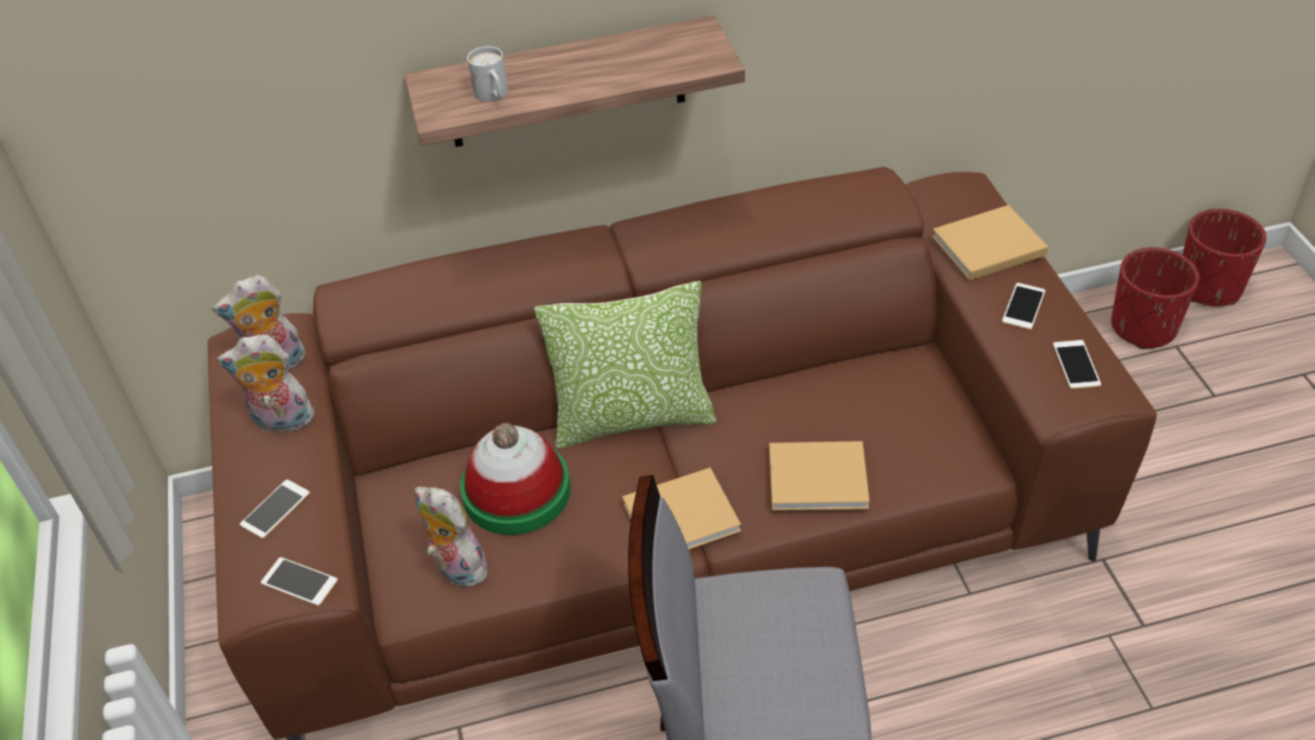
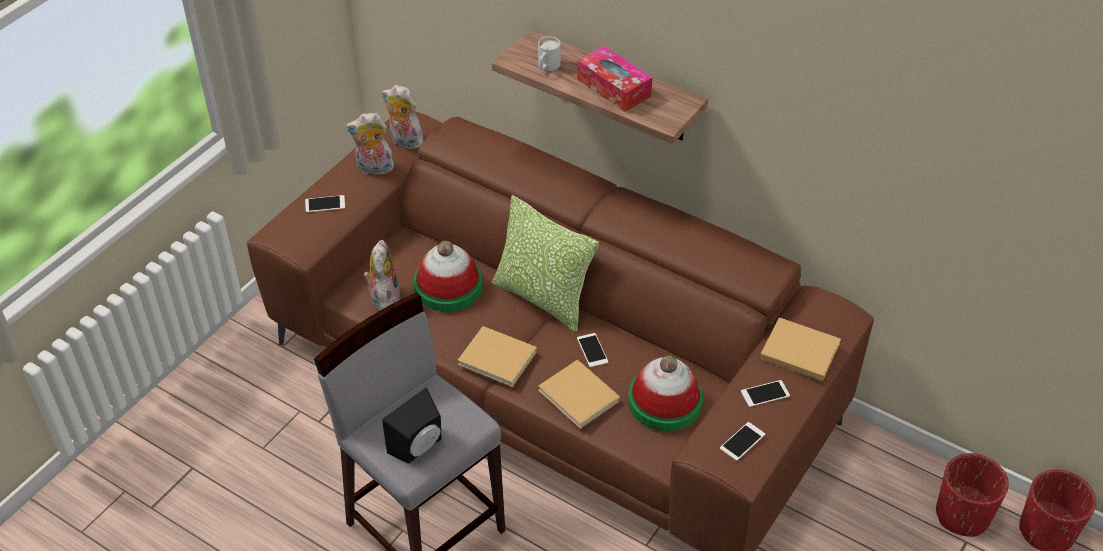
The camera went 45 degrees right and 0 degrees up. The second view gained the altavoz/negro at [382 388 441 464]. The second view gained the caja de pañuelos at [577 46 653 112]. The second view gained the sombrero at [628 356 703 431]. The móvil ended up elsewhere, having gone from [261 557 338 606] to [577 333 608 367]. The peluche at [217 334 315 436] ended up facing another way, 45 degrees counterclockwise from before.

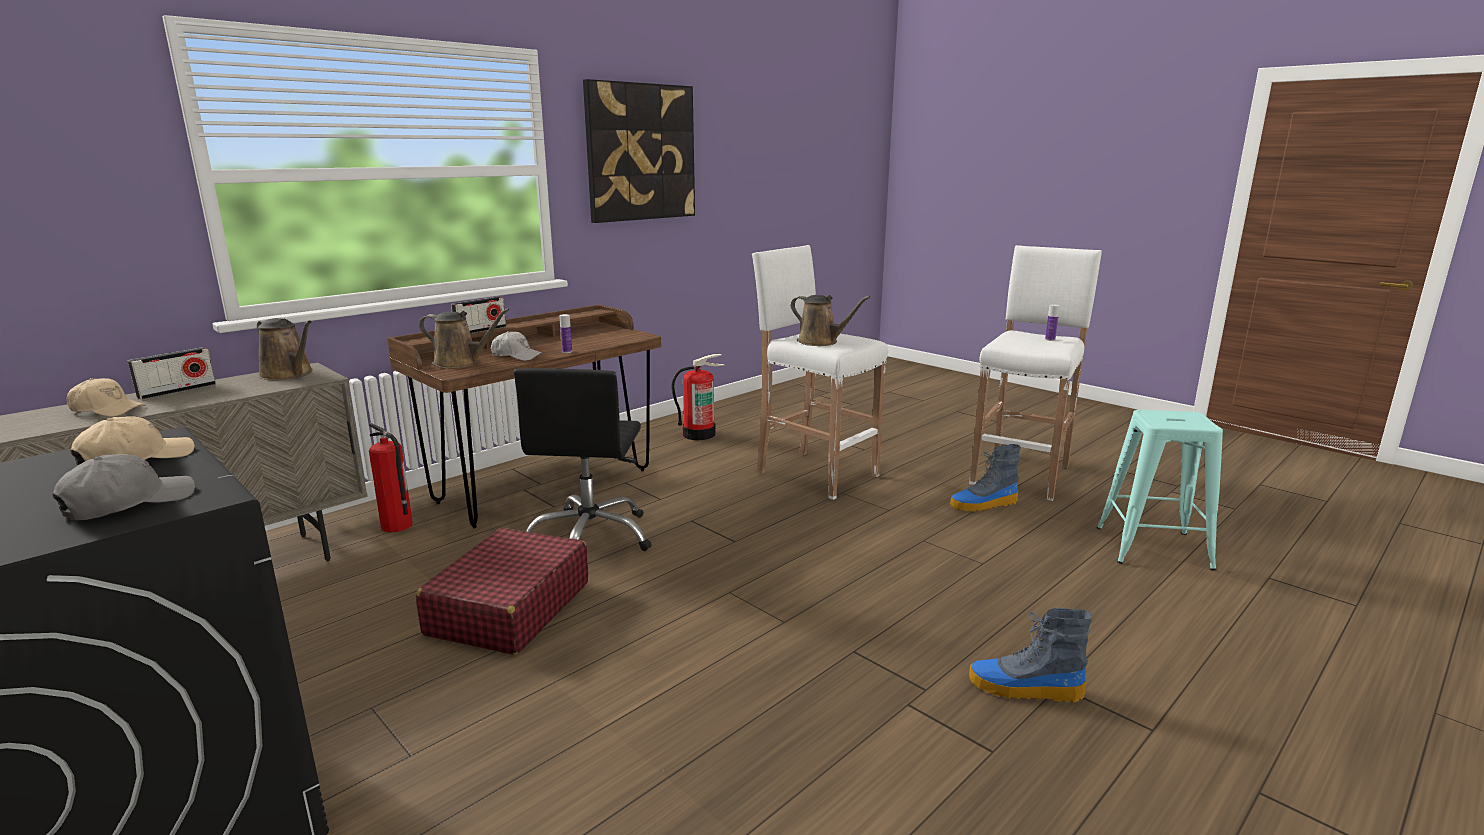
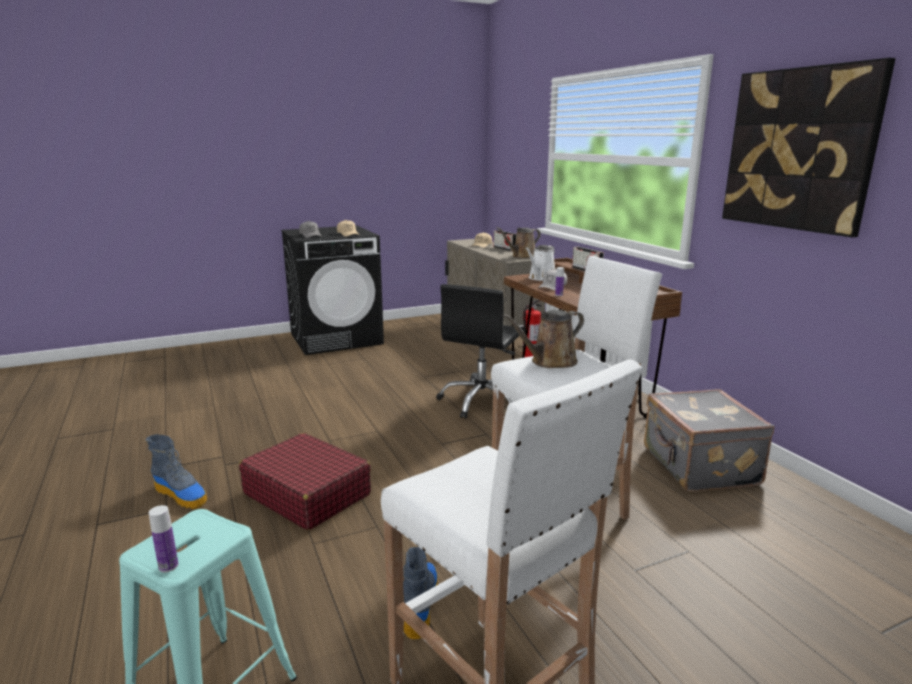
The camera went 110 degrees right and 0 degrees up. The maleta/rojo ended up elsewhere, having gone from [416 528 588 655] to [239 433 371 530]. The botella ended up elsewhere, having gone from [1045 304 1059 341] to [149 505 178 573]. Where the extintor stood at [672 354 725 440], the maleta/gris came to stand at [644 389 774 492]. What was the regadera/marrón at [419 308 510 369] turned into the regadera/blanco at [525 245 555 281]. The silla de oficina/negro at [514 368 652 551] ended up facing another way, 90 degrees counterclockwise from before. The bota at [969 608 1093 702] ended up facing another way, 90 degrees clockwise from before.

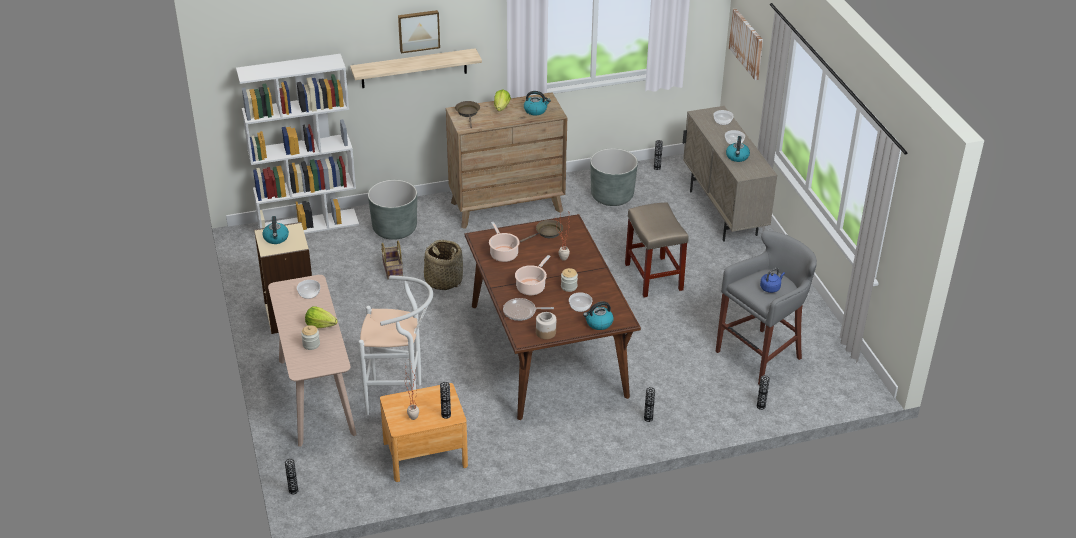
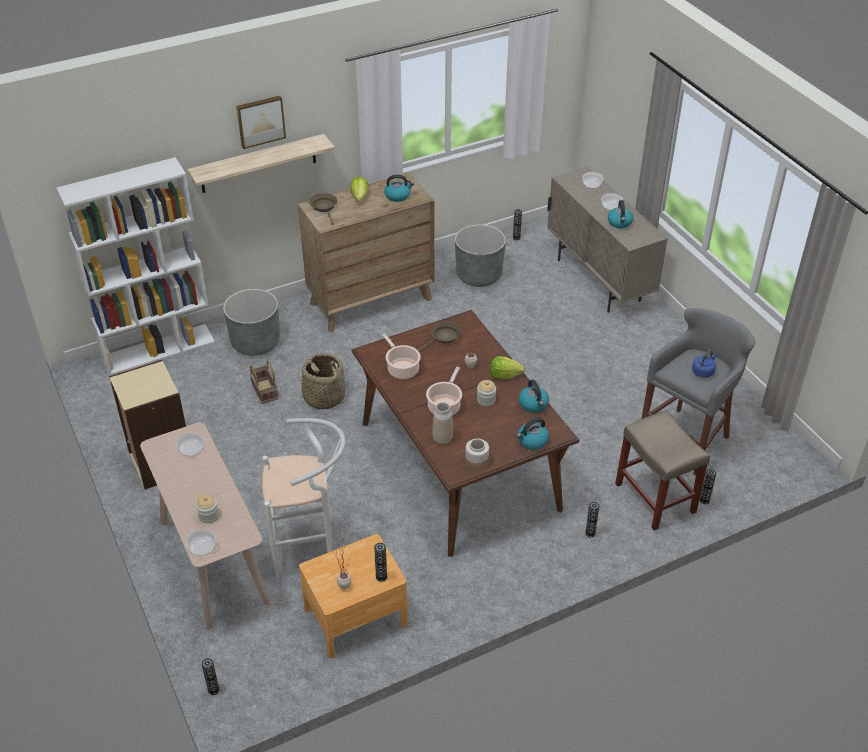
The camera went 10 degrees left and 5 degrees up. The second view lost the cuadro at [729 9 763 80]. The hervidor ended up elsewhere, having gone from [262 216 289 244] to [519 380 549 413]. The lechuga ended up elsewhere, having gone from [305 306 338 328] to [490 356 525 379]. The cuenco ended up elsewhere, having gone from [569 292 593 312] to [186 529 216 556]. The taburete/beis ended up elsewhere, having gone from [625 202 689 297] to [615 410 710 531]. Where the sartén stood at [503 298 554 321], the florero came to stand at [432 402 453 445].

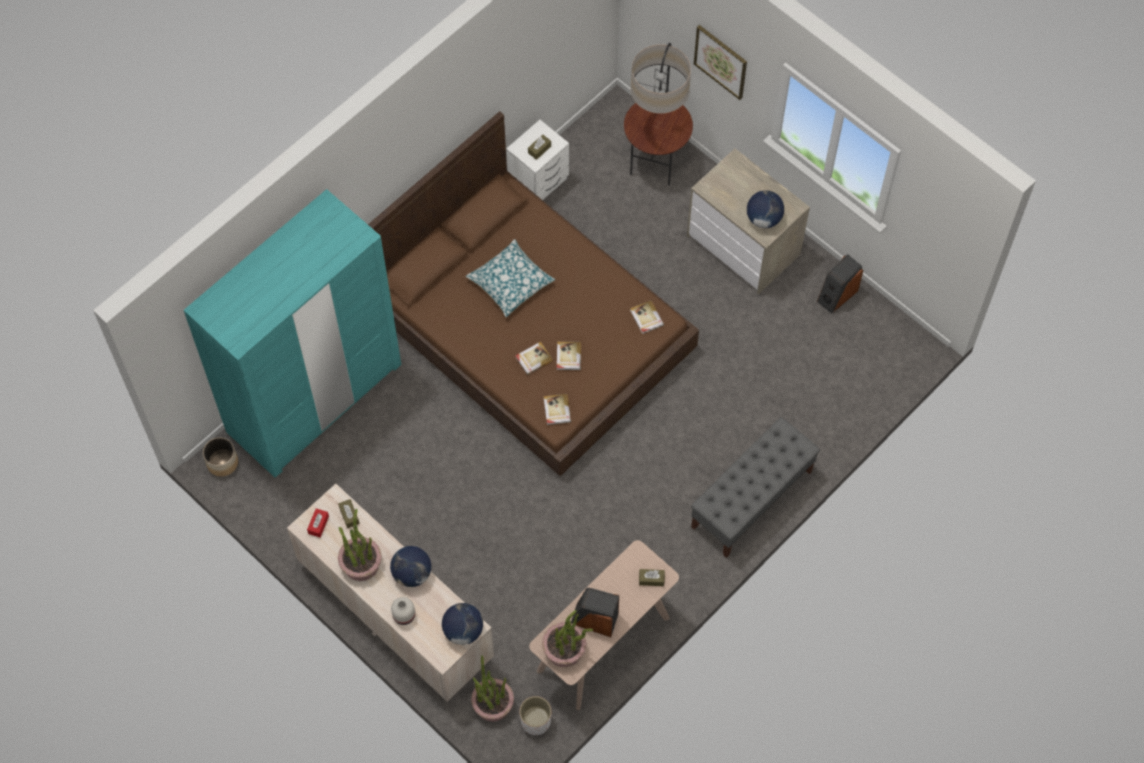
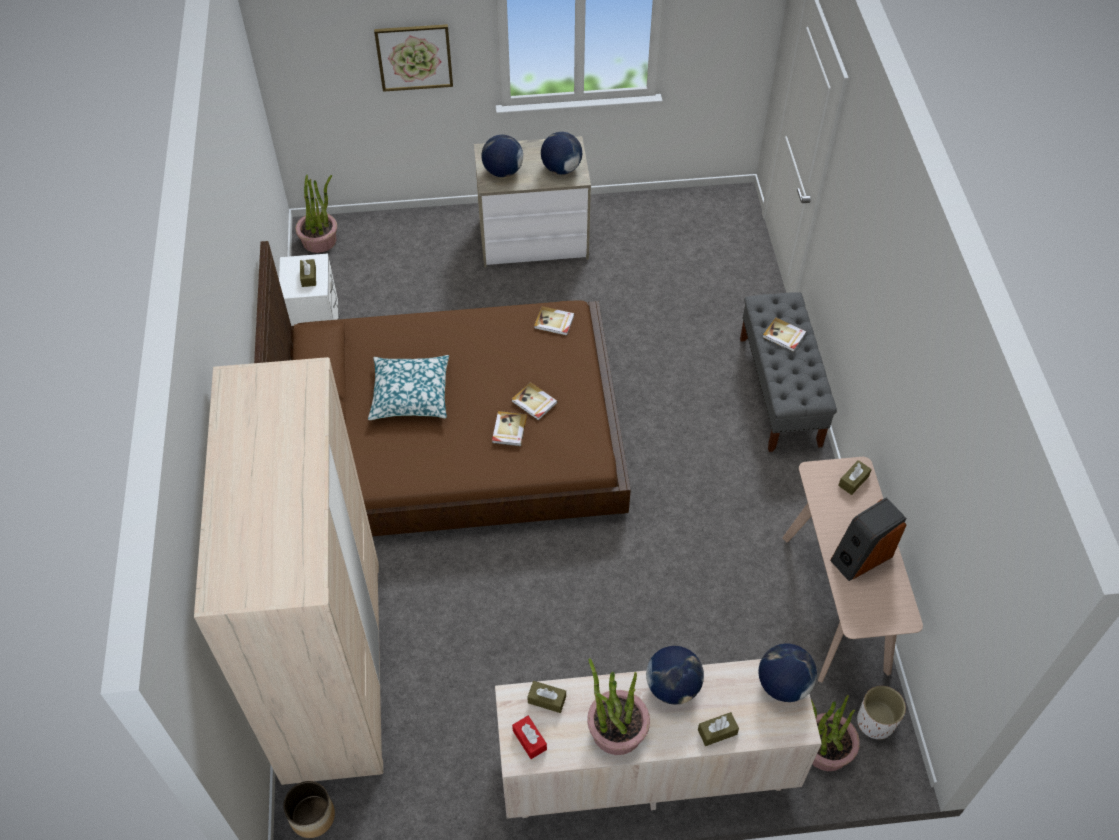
The camera went 50 degrees left and 10 degrees down. The second view lost the lámpara de pie at [624 43 693 185]. The second view lost the altavoz at [817 254 863 314]. The second view gained the globo terráqueo at [481 135 523 177]. The planta en maceta ended up elsewhere, having gone from [542 610 593 667] to [295 175 337 253]. The libro ended up elsewhere, having gone from [543 394 571 425] to [763 317 807 352]. Where the florero/blanco stood at [391 597 415 625], the caja de pañuelos/marrón came to stand at [698 712 739 746]. What was the armario ropero/turquesa at [184 189 401 477] turned into the armario ropero/beis at [194 357 383 785].

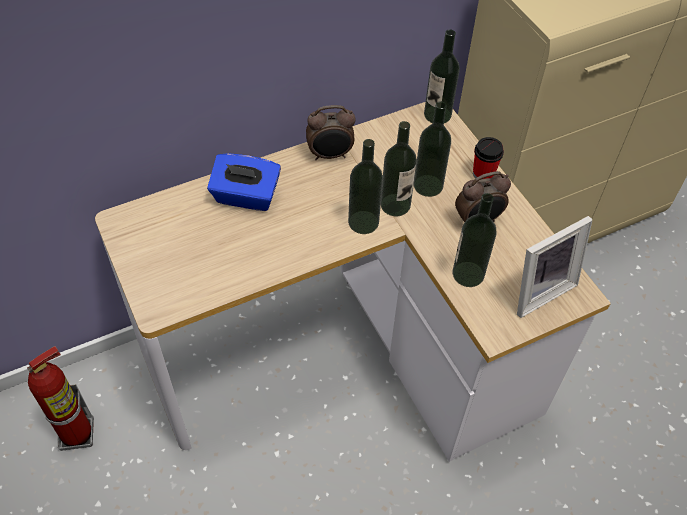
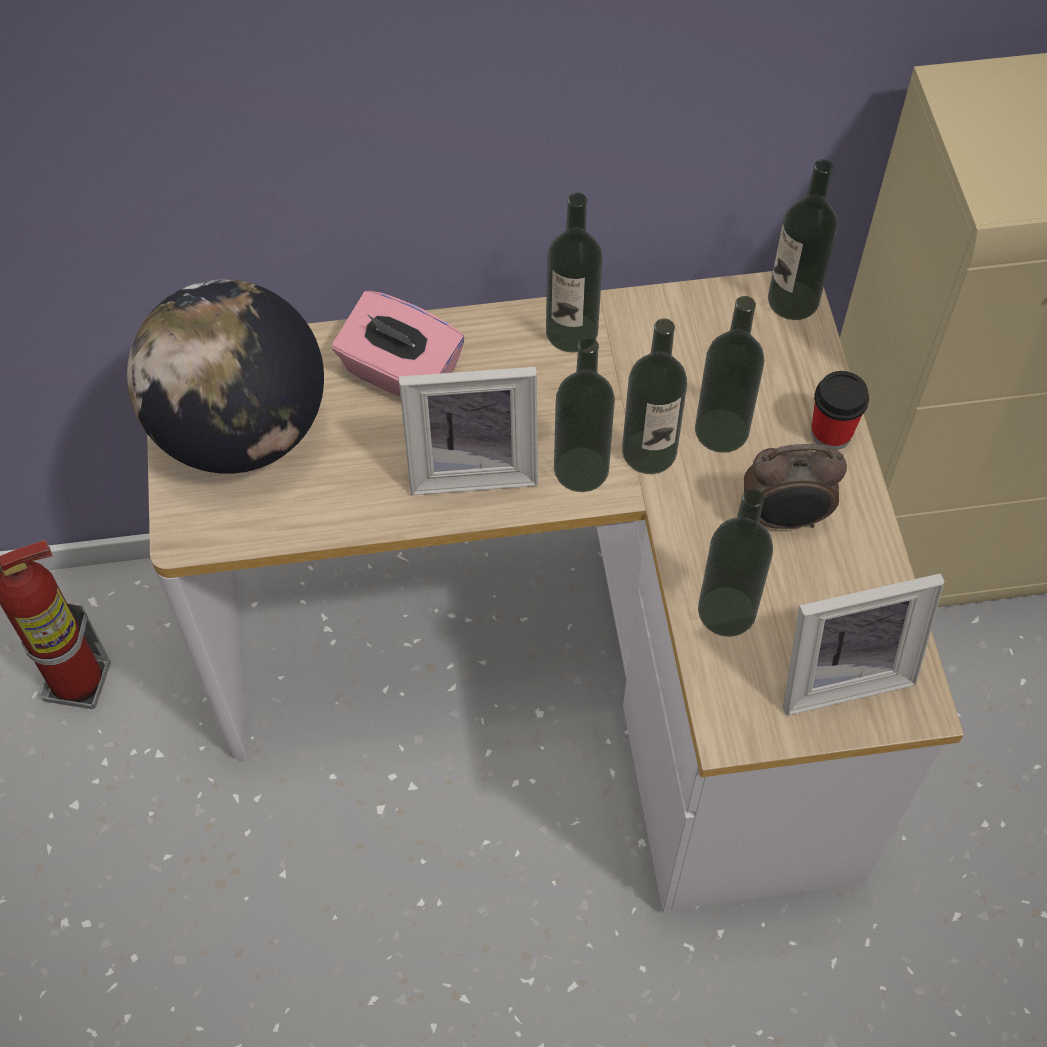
The camera went 20 degrees right and 5 degrees up. The second view gained the globo terráqueo at [127 279 324 474]. The second view gained the portarretratos at [399 367 538 495]. Where the despertador stood at [306 105 356 160], the botella came to stand at [546 193 603 352]. What was the caja de pañuelos/azul at [207 153 281 211] turned into the caja de pañuelos/rosa at [332 291 464 398].

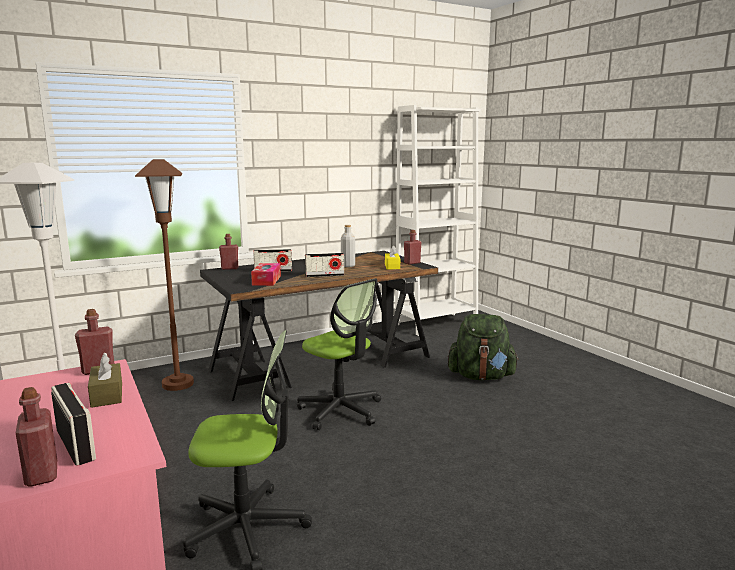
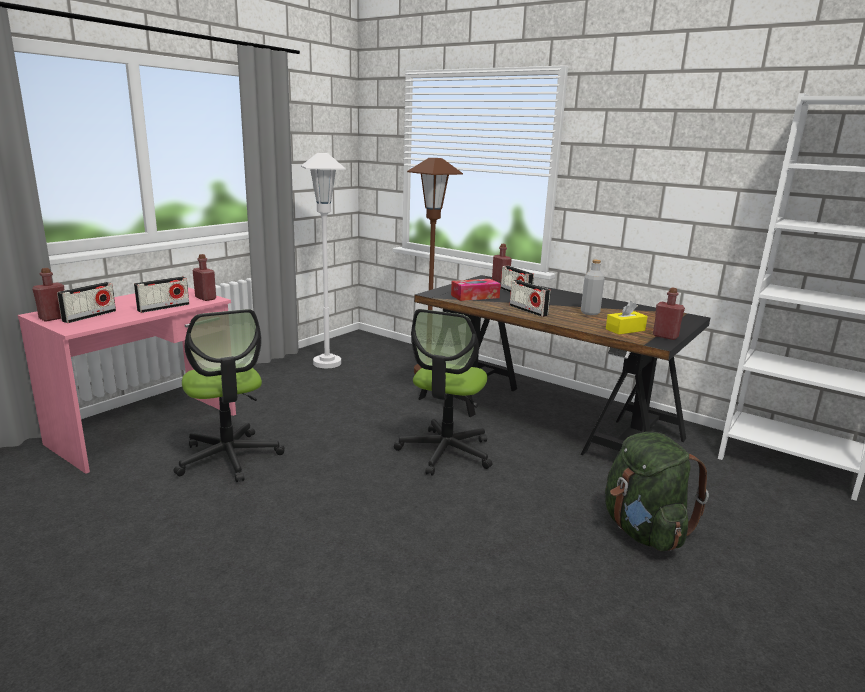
The camera went 65 degrees right and 5 degrees up. Where the caja de pañuelos/marrón stood at [88 353 122 408], the radio came to stand at [134 276 189 313].

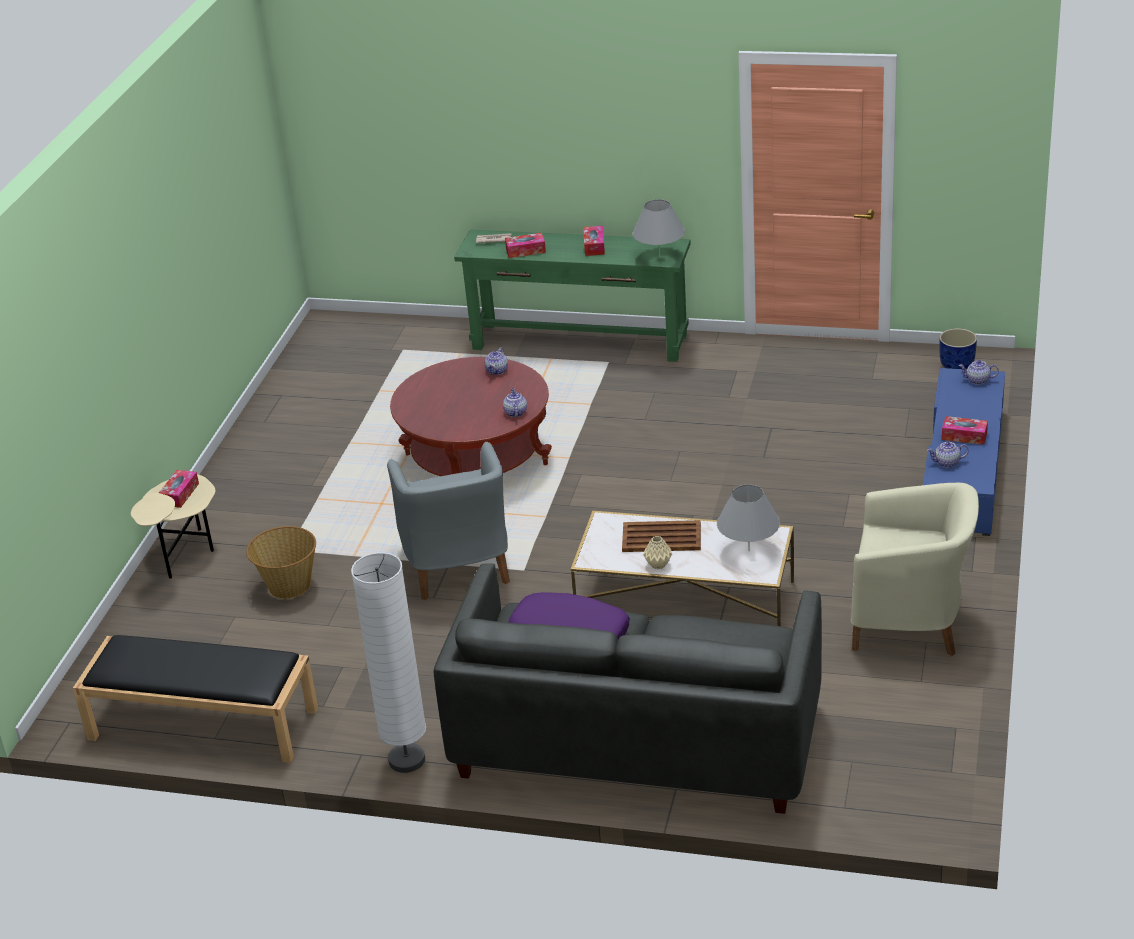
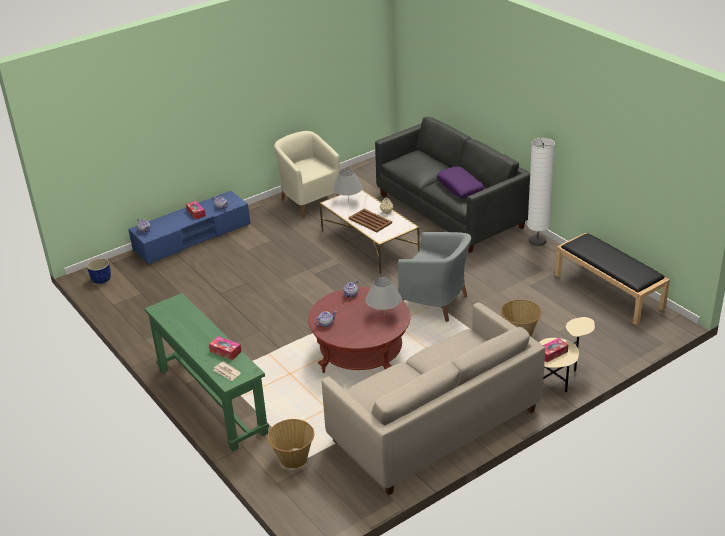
The camera went 140 degrees left and 0 degrees up. The second view lost the caja de pañuelos at [583 226 605 256]. The second view gained the cesta at [267 419 314 469]. The second view gained the sofá/beis at [322 303 545 495]. The lámpara de mesa/gris ended up elsewhere, having gone from [632 199 685 258] to [366 277 402 315]. The sillón/gris at [387 442 510 600] ended up facing another way, 90 degrees clockwise from before.

